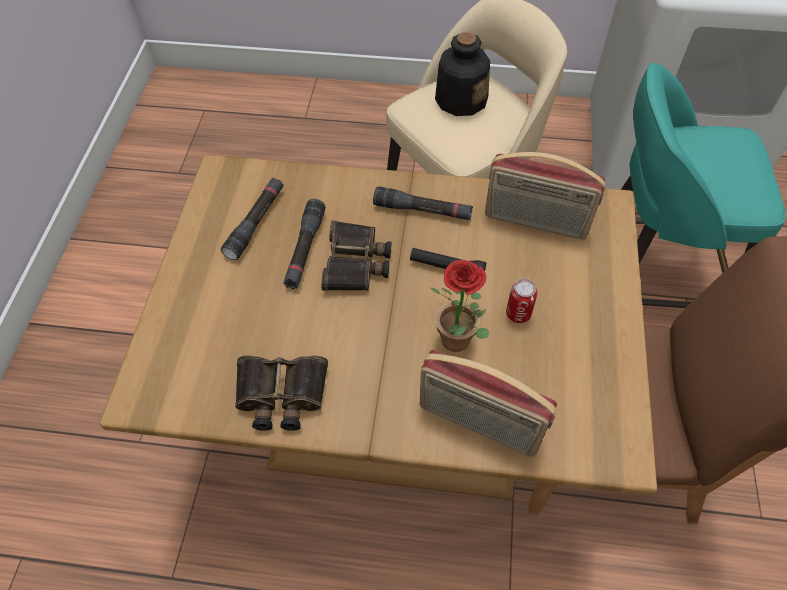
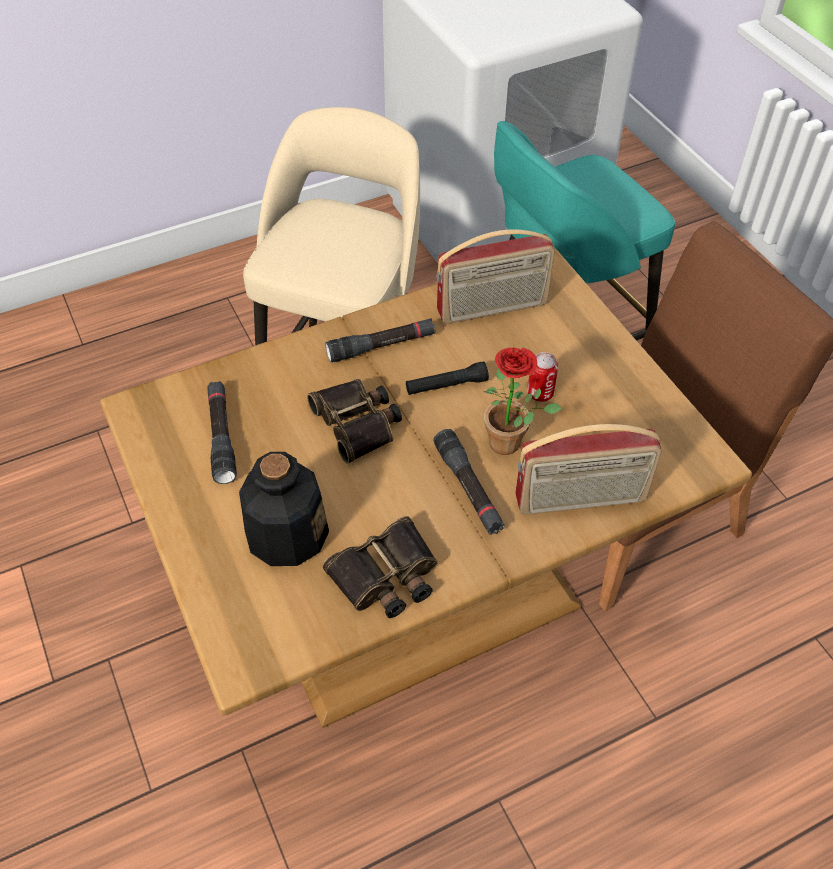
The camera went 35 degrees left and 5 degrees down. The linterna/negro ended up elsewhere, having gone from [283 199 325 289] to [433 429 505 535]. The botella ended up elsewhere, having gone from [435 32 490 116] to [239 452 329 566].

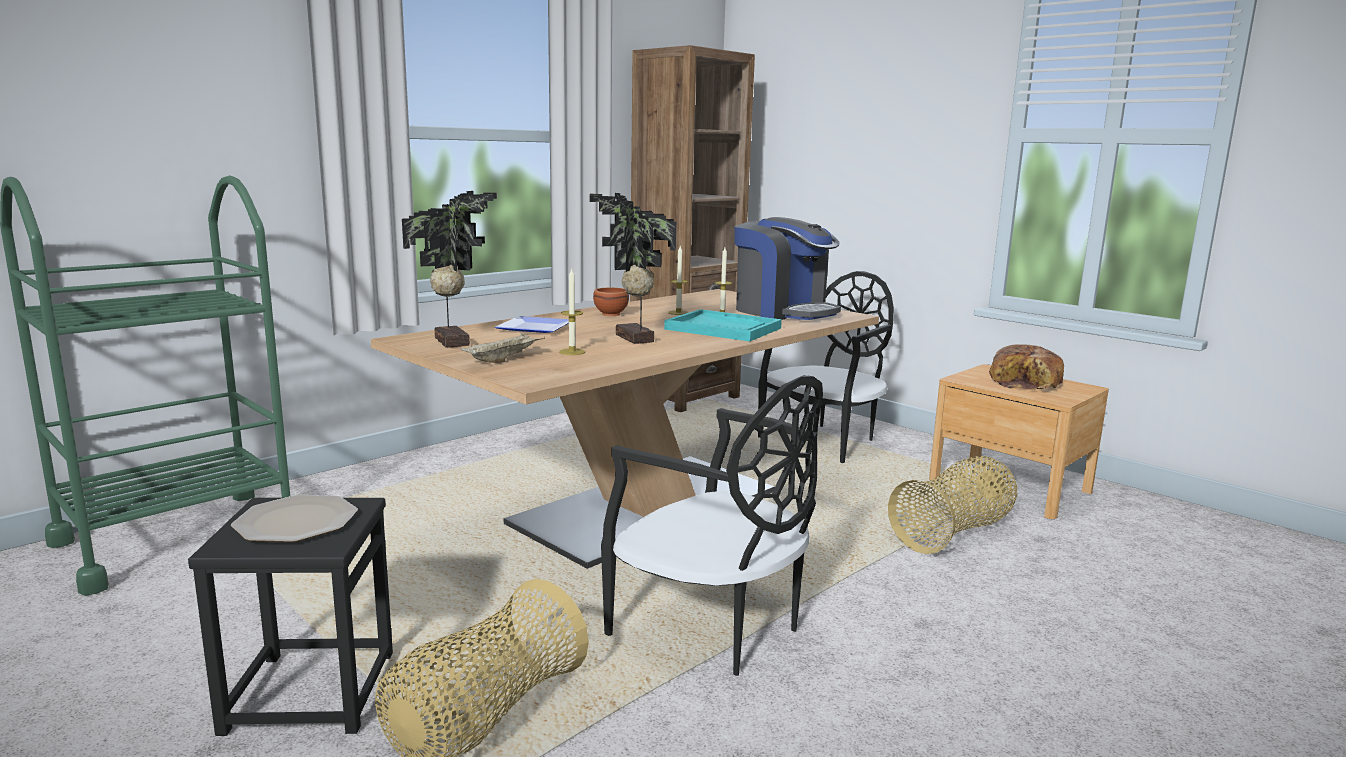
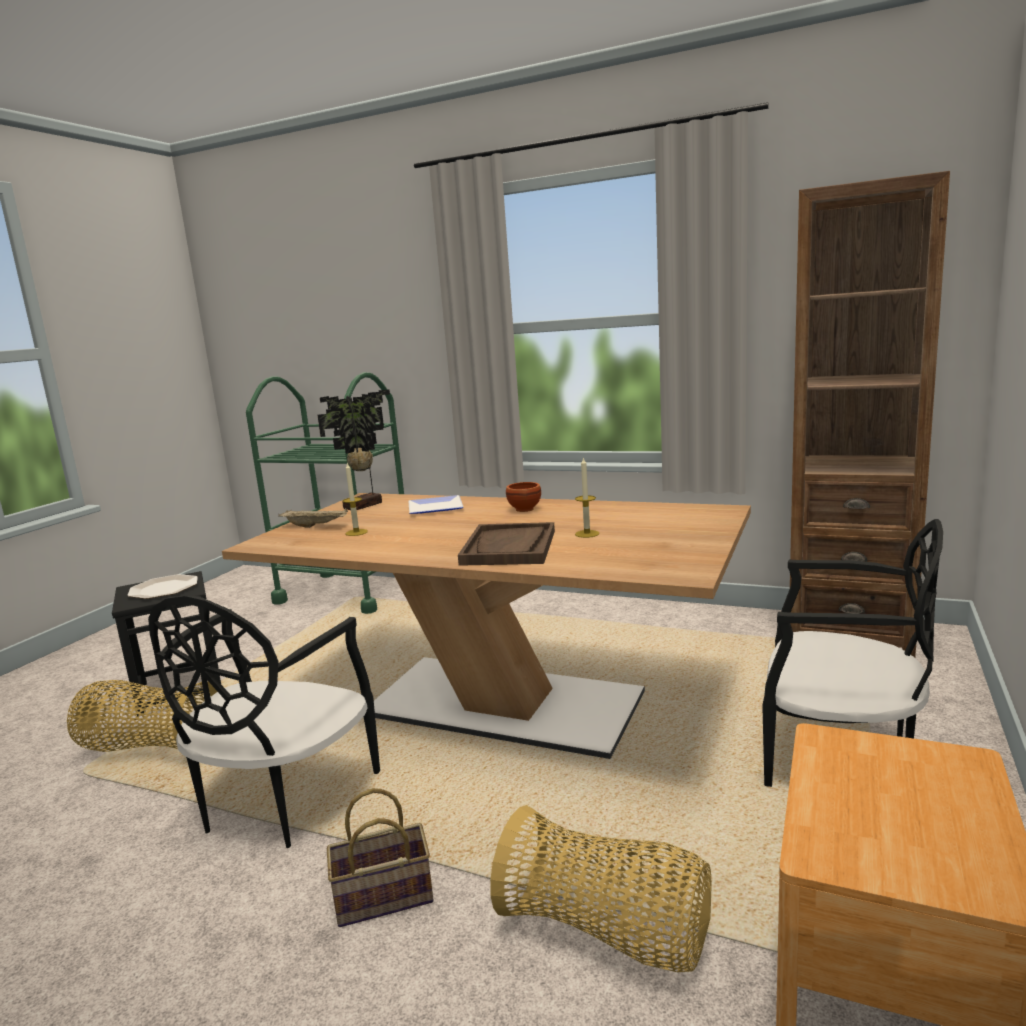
The camera went 70 degrees right and 0 degrees up. The second view lost the planta en maceta at [589 193 677 344]. The second view lost the vela at [668 246 689 315]. The second view lost the cafetera at [734 217 841 320]. The second view lost the pan at [989 344 1064 390]. The second view gained the cesta at [327 788 433 927]. What was the bandeja/turquesa at [664 309 782 341] turned into the bandeja/marrón at [458 522 555 566].

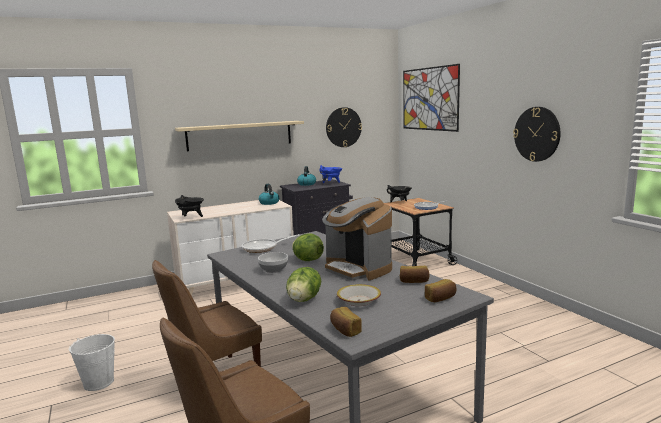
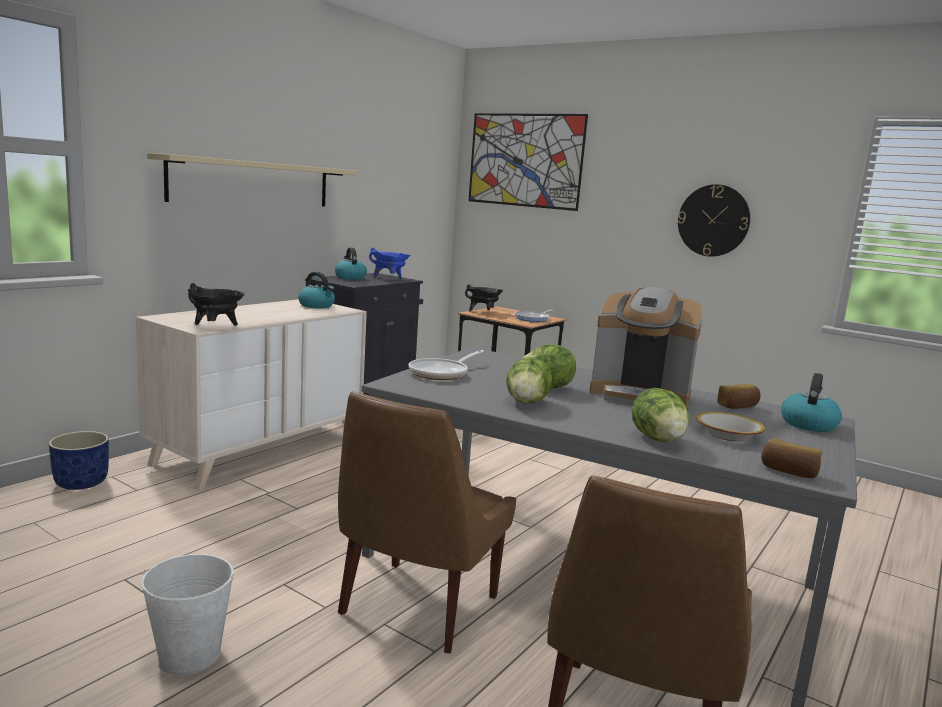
The camera went 30 degrees left and 0 degrees up. The second view lost the reloj de pared at [326 107 362 147]. The second view gained the maceta/azul at [49 431 109 490]. Where the cuenco stood at [258 252 288 273], the lechuga came to stand at [506 357 552 404]. Where the pan stood at [425 279 456 302], the hervidor came to stand at [781 373 842 432].

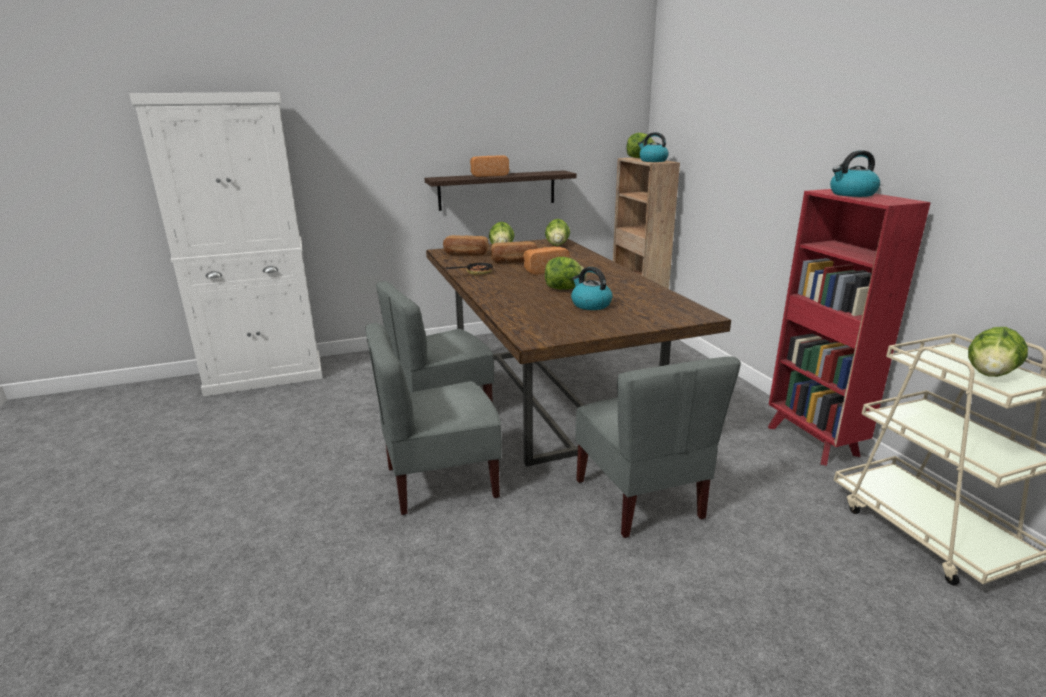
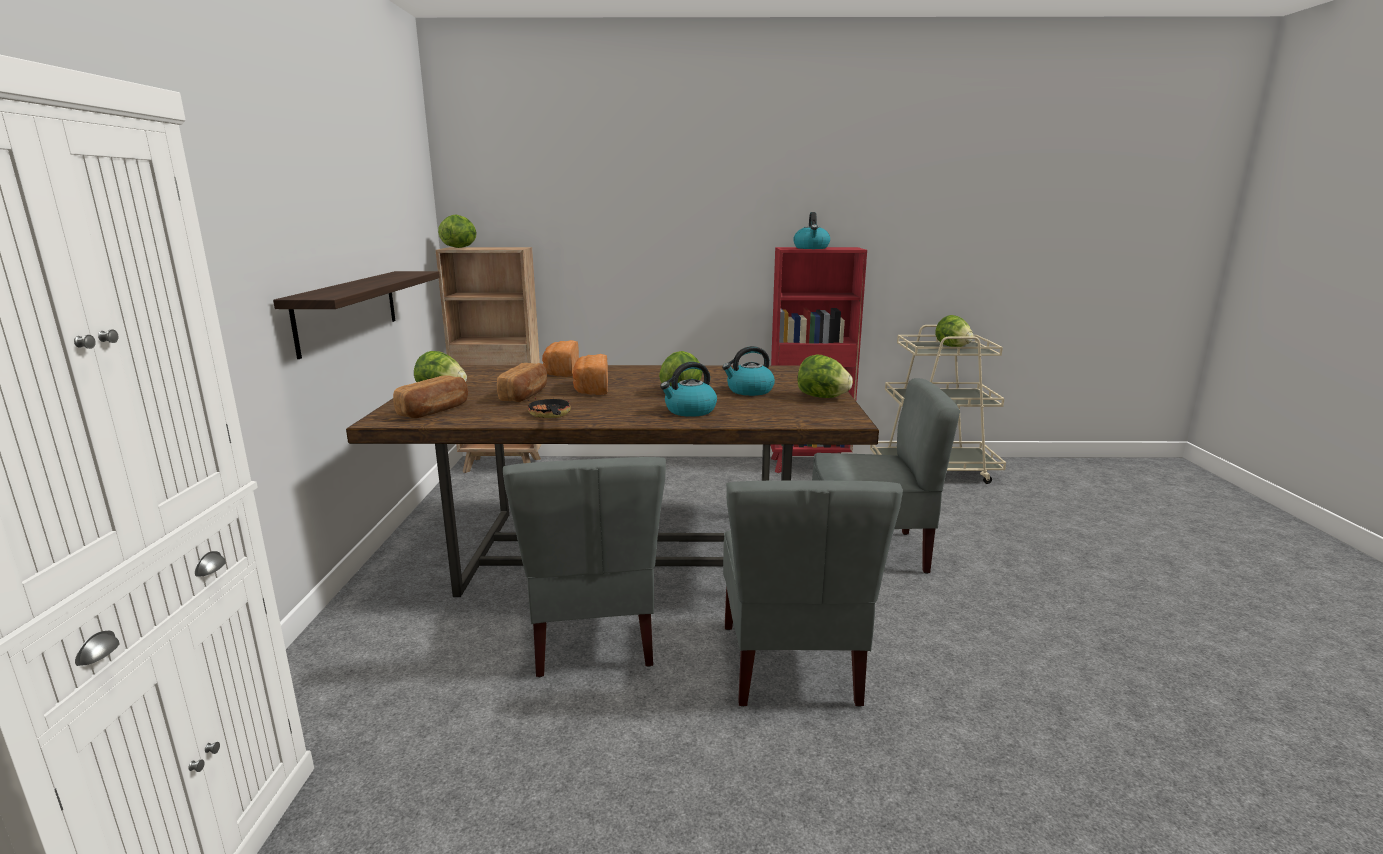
The camera went 70 degrees left and 5 degrees down. The pan ended up elsewhere, having gone from [470 155 509 177] to [542 340 579 377]. The lechuga ended up elsewhere, having gone from [545 219 570 246] to [798 355 853 398]. The hervidor ended up elsewhere, having gone from [638 132 669 162] to [660 362 717 417].

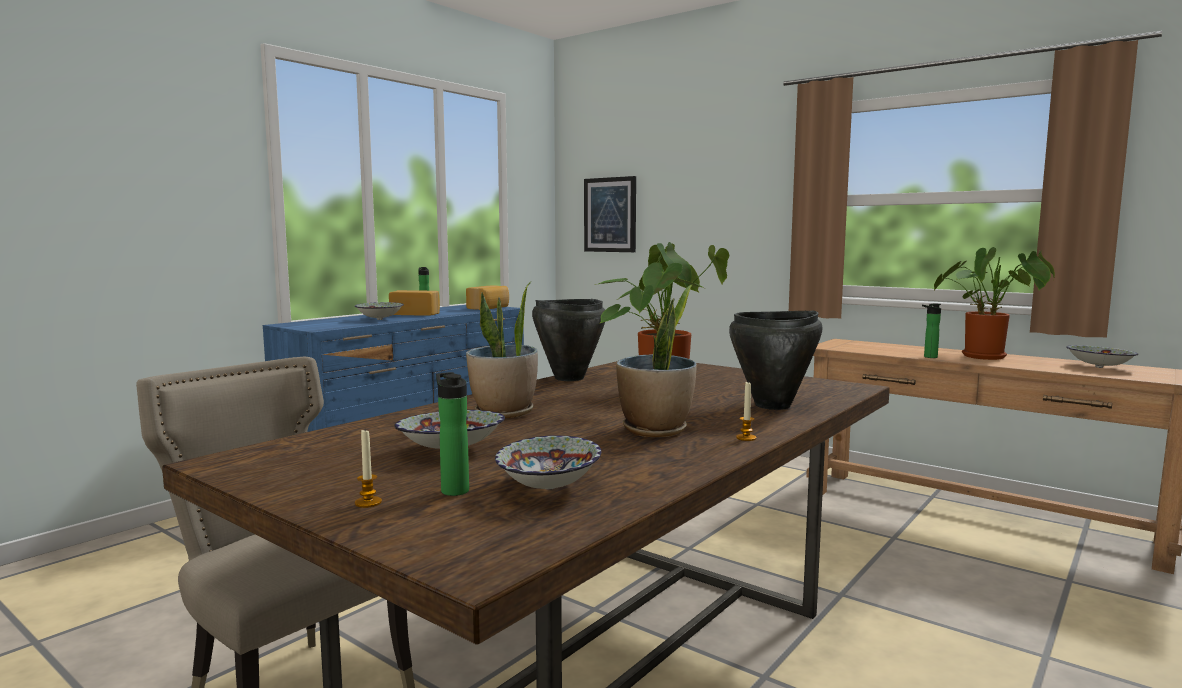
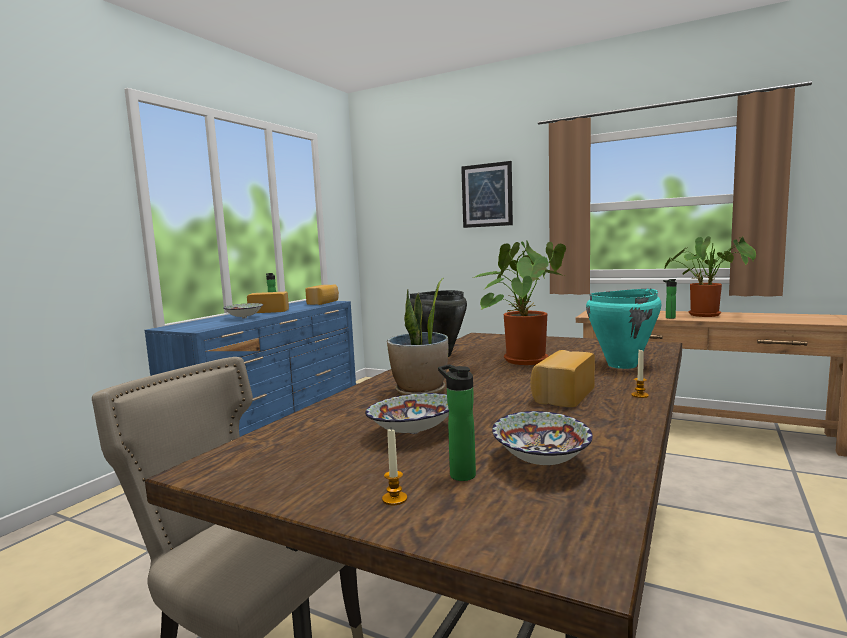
The camera went 10 degrees left and 0 degrees up. The second view lost the cuenco at [1066 345 1138 368]. The cuadro ended up elsewhere, having gone from [584 176 636 252] to [461 161 513 228]. Where the planta en maceta stood at [616 285 697 437], the pan came to stand at [530 350 595 407]. What was the olla/negro at [729 310 822 410] turned into the olla/turquesa at [586 288 661 369].

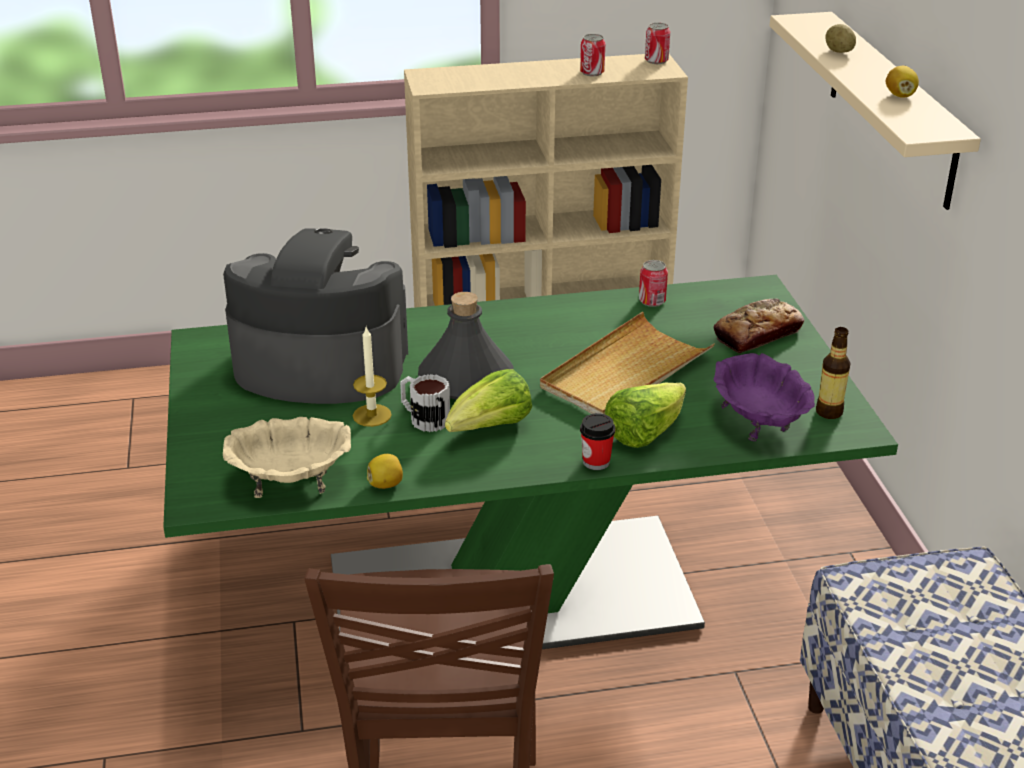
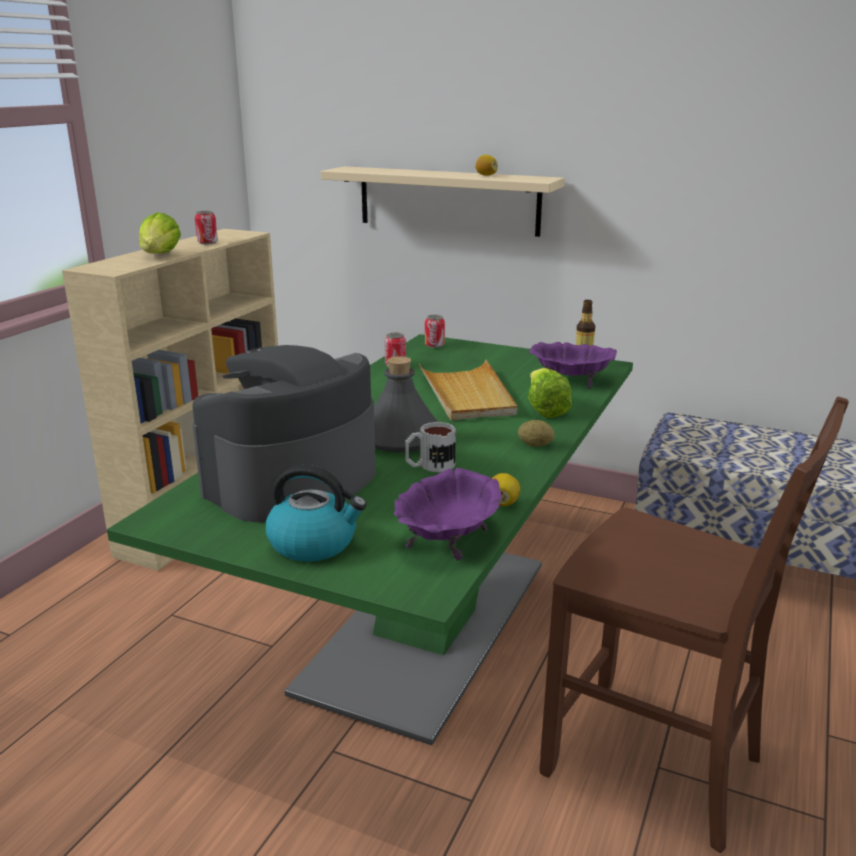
The camera went 55 degrees left and 10 degrees down. The second view lost the vela at [353 327 392 427]. The second view lost the taza at [580 413 615 470]. The second view lost the pan at [714 299 804 353]. The second view gained the hervidor at [266 465 367 562]. The lechuga ended up elsewhere, having gone from [445 369 532 432] to [139 212 181 253]. The lata ended up elsewhere, having gone from [645 23 670 64] to [425 315 445 348]. The patata ended up elsewhere, having gone from [825 24 856 53] to [518 420 555 447]. What was the cuenco/beis at [223 417 351 498] turned into the cuenco/morado at [394 468 502 561].

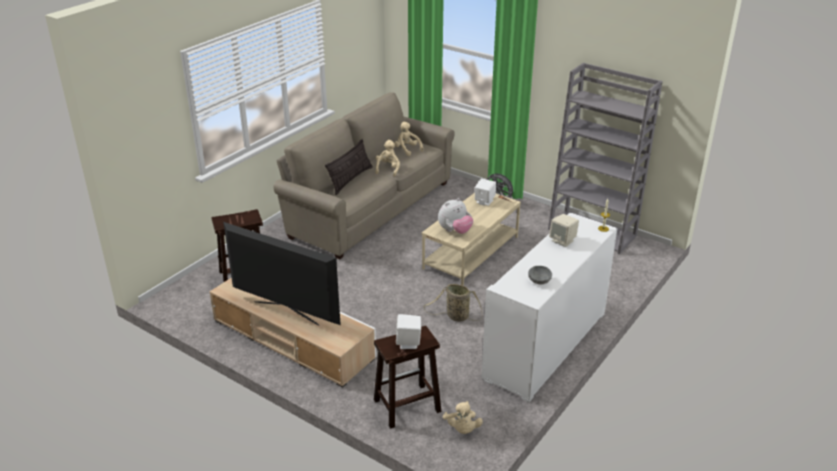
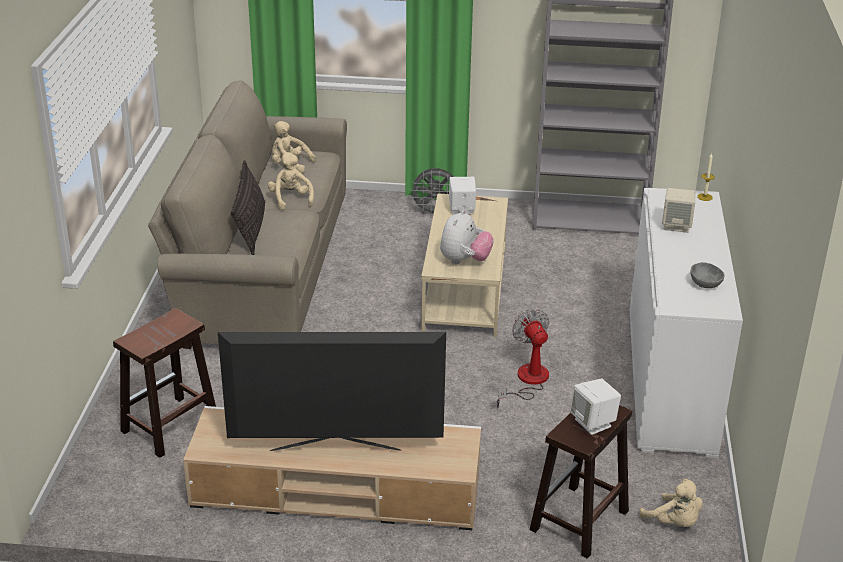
The camera went 30 degrees left and 0 degrees up. Where the cesta stood at [424 284 482 321], the ventilador came to stand at [497 309 549 408].

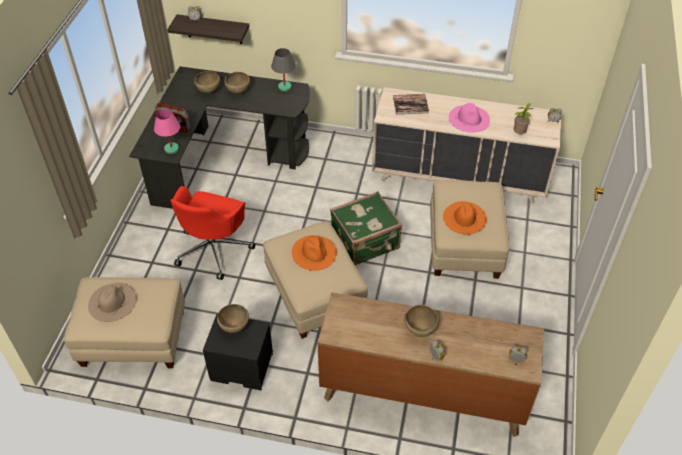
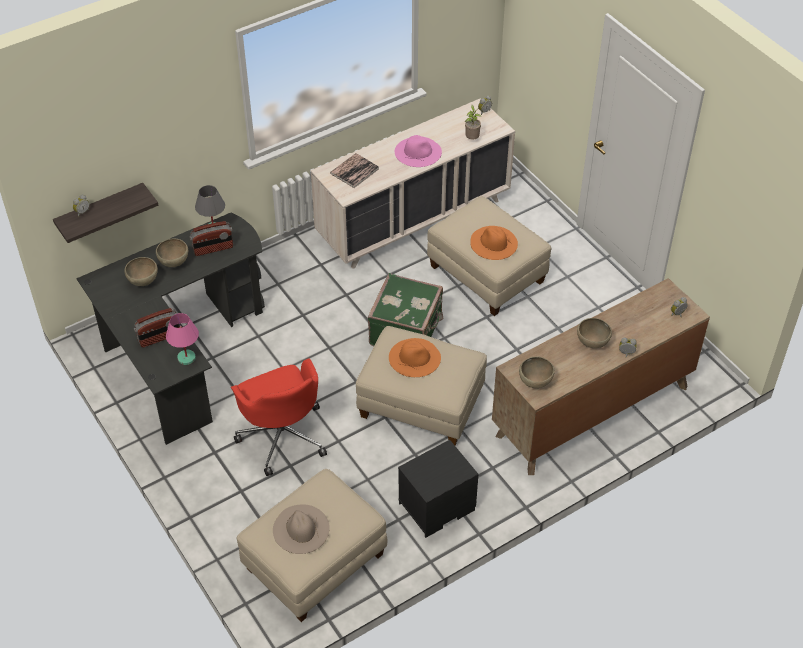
The camera went 45 degrees left and 0 degrees up. The second view gained the radio at [189 221 233 256]. The cuenco/marrón ended up elsewhere, having gone from [217 304 249 333] to [519 357 555 388].

